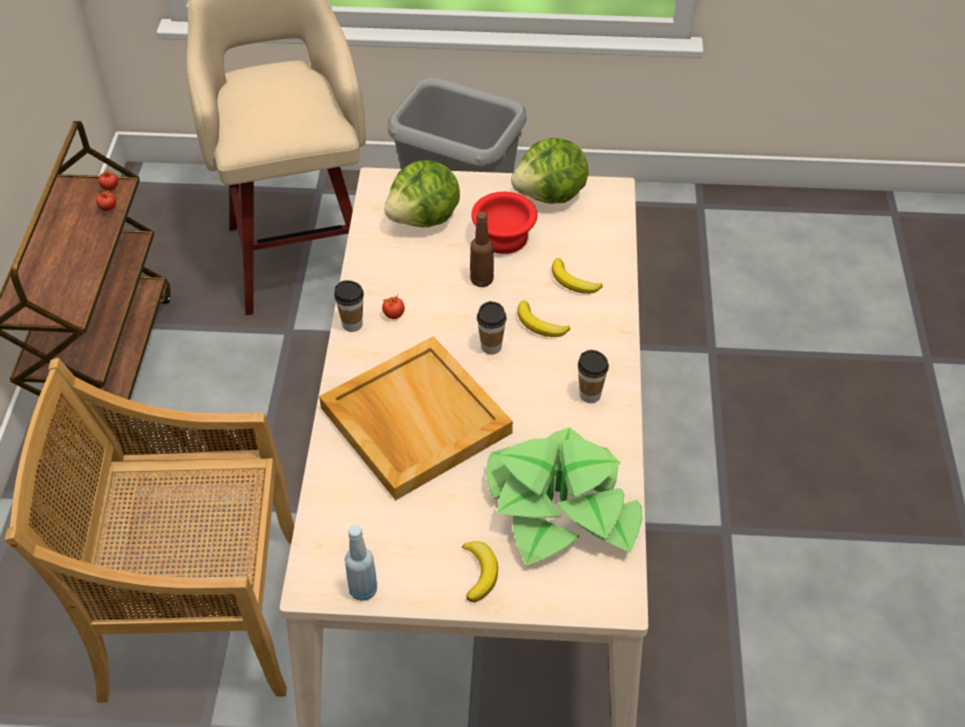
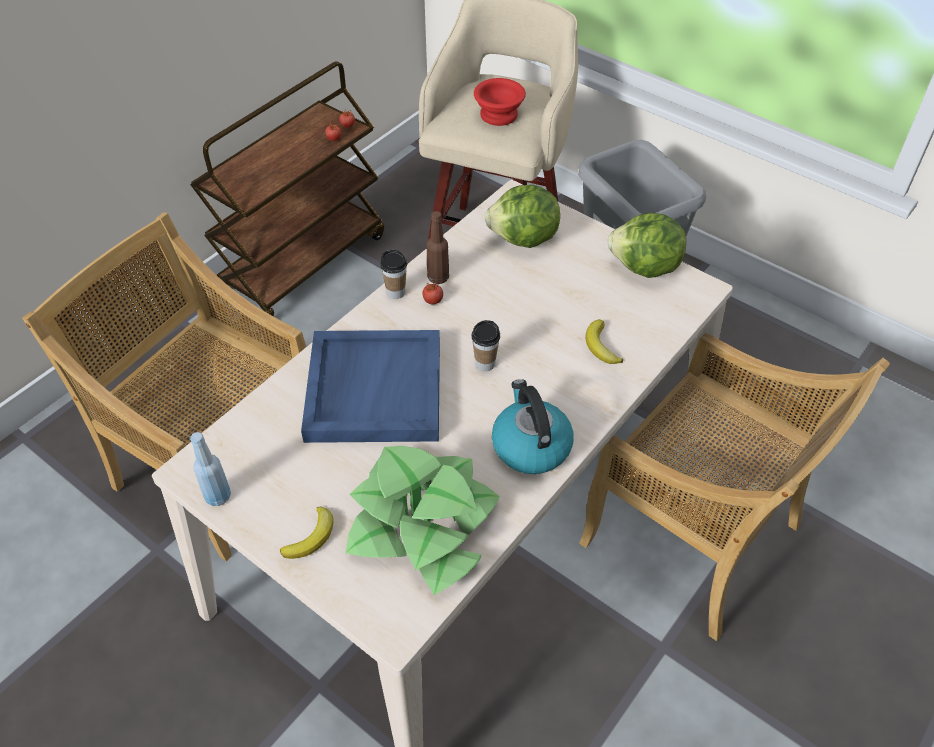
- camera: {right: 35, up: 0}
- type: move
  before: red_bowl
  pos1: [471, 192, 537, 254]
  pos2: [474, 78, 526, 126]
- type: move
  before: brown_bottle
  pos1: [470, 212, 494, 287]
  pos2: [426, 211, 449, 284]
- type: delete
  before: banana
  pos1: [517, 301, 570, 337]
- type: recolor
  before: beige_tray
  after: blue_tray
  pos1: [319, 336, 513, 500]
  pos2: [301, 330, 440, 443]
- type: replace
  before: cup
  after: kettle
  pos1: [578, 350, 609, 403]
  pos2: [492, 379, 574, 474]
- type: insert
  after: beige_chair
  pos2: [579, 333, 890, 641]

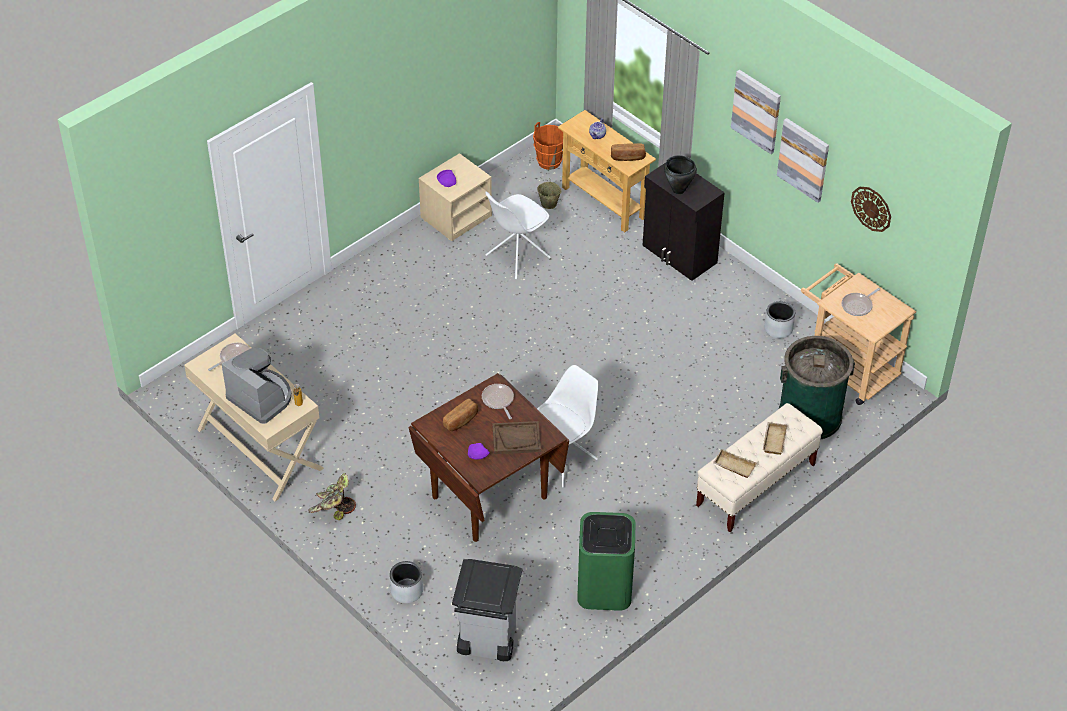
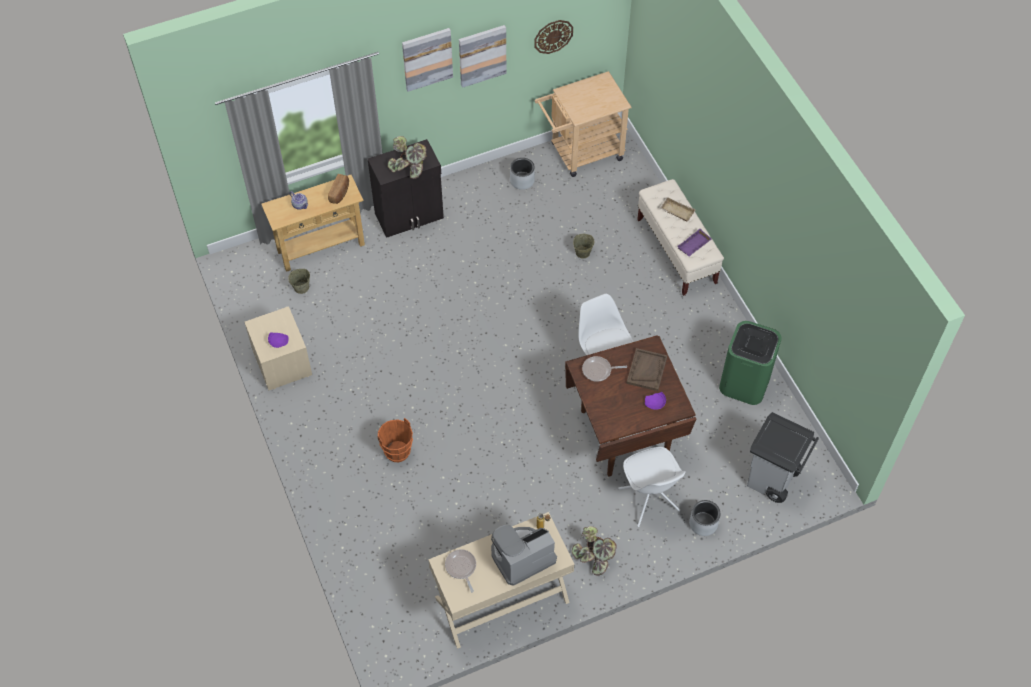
- camera: {right: -70, up: 10}
- type: move
  before: orange_bucket
  pos1: [533, 122, 563, 170]
  pos2: [378, 418, 413, 462]
- type: replace
  before: black_cooking_pot
  after: potted_plant
  pos1: [664, 155, 697, 194]
  pos2: [388, 136, 427, 179]
- type: move
  before: white_chair
  pos1: [485, 192, 550, 279]
  pos2: [618, 447, 686, 527]
- type: delete
  before: frying_pan
  pos1: [842, 288, 880, 316]
- type: delete
  before: green_trash_can
  pos1: [779, 336, 855, 439]
- type: delete
  before: bread
  pos1: [443, 399, 478, 431]
- type: recolor
  before: beige_tray
  after: purple_tray
  pos1: [713, 449, 757, 478]
  pos2: [677, 229, 711, 256]
- type: insert
  after: beige_bucket
  pos2: [573, 234, 594, 258]

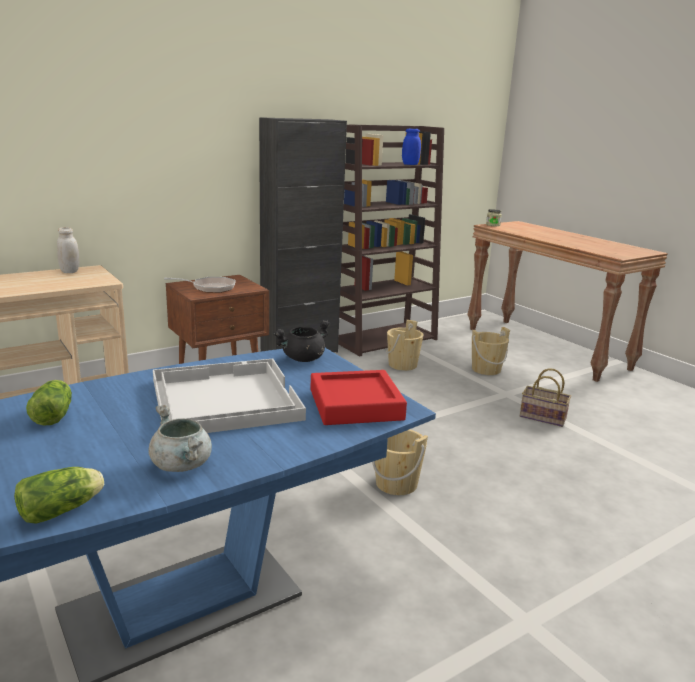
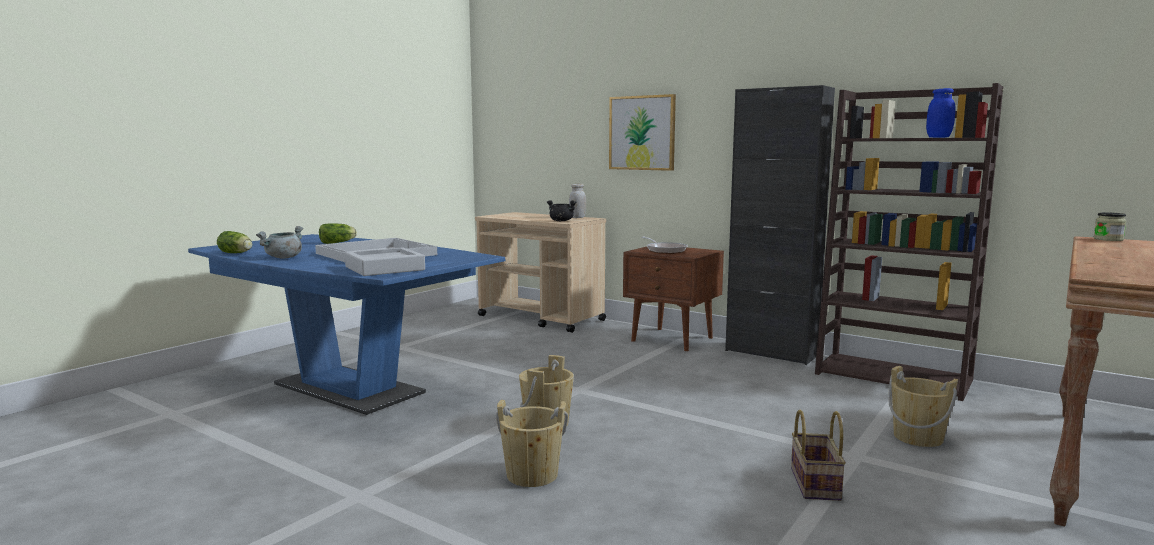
- camera: {right: 70, up: -10}
- type: move
  before: beige_bucket
  pos1: [386, 320, 424, 371]
  pos2: [496, 400, 568, 487]
- type: move
  before: black_cooking_pot
  pos1: [273, 321, 330, 362]
  pos2: [547, 200, 576, 221]
- type: recolor
  before: red_tray
  after: grey_tray
  pos1: [311, 370, 407, 425]
  pos2: [345, 248, 425, 276]
- type: insert
  after: picture
  pos2: [609, 94, 676, 171]

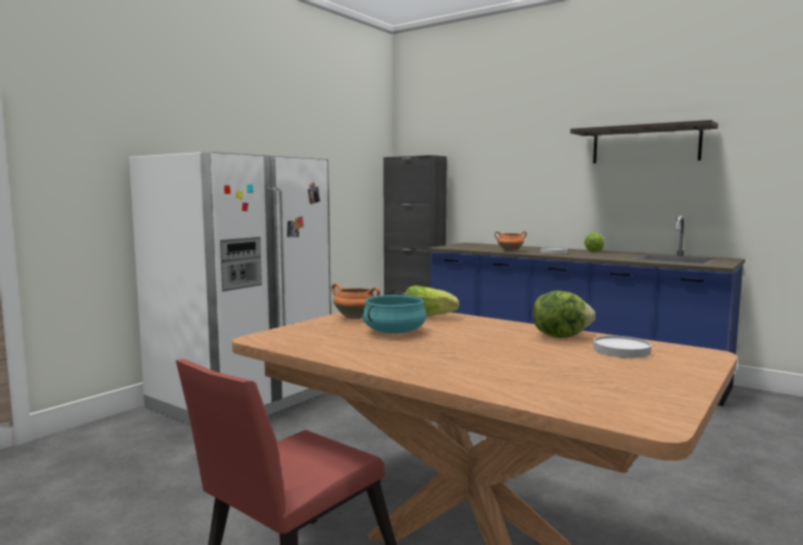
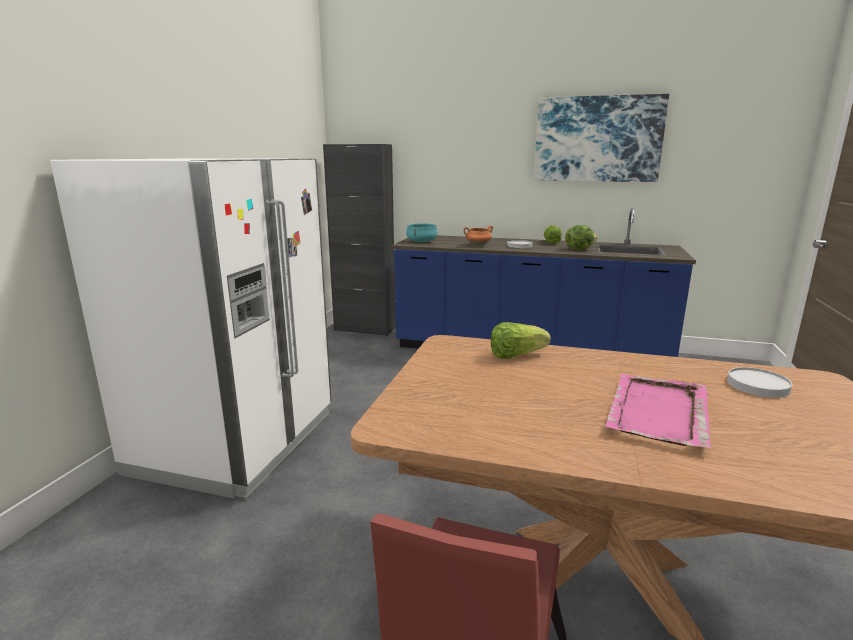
- camera: {right: -20, up: 10}
- type: replace
  before: shelf
  after: picture
  pos1: [570, 120, 718, 163]
  pos2: [534, 94, 669, 182]
- type: delete
  before: orange_cooking_pot
  pos1: [331, 283, 380, 319]
- type: move
  before: lettuce
  pos1: [533, 290, 595, 338]
  pos2: [565, 225, 597, 250]
- type: move
  before: turquoise_cooking_pot
  pos1: [363, 295, 426, 334]
  pos2: [406, 224, 438, 242]
- type: insert
  after: pink_tray
  pos2: [605, 374, 711, 449]

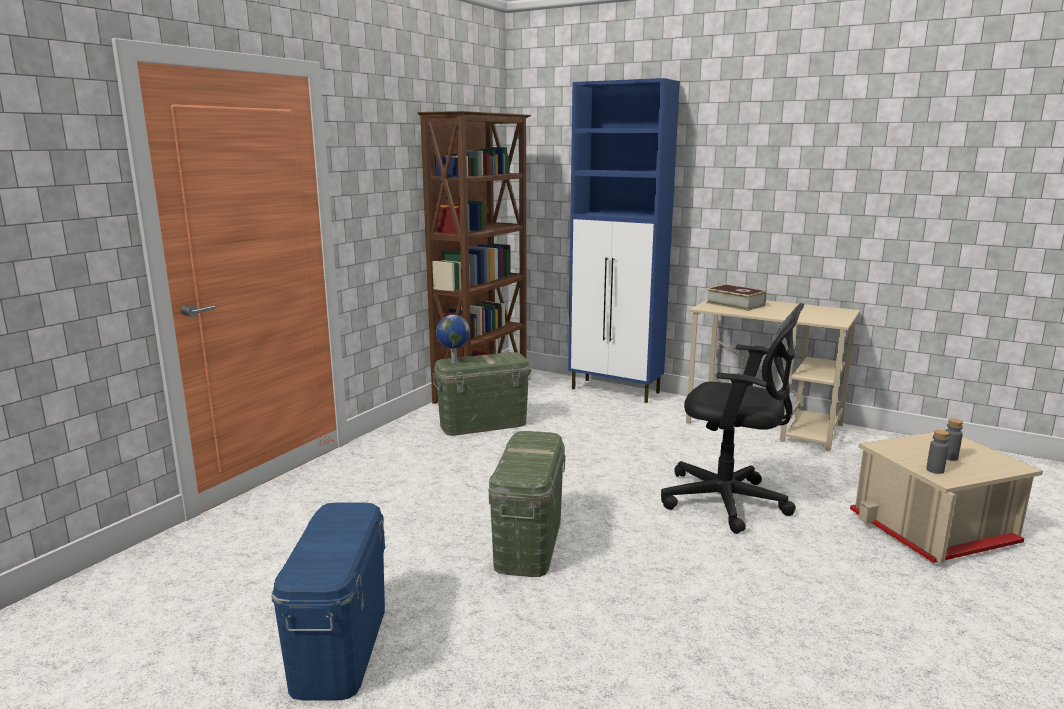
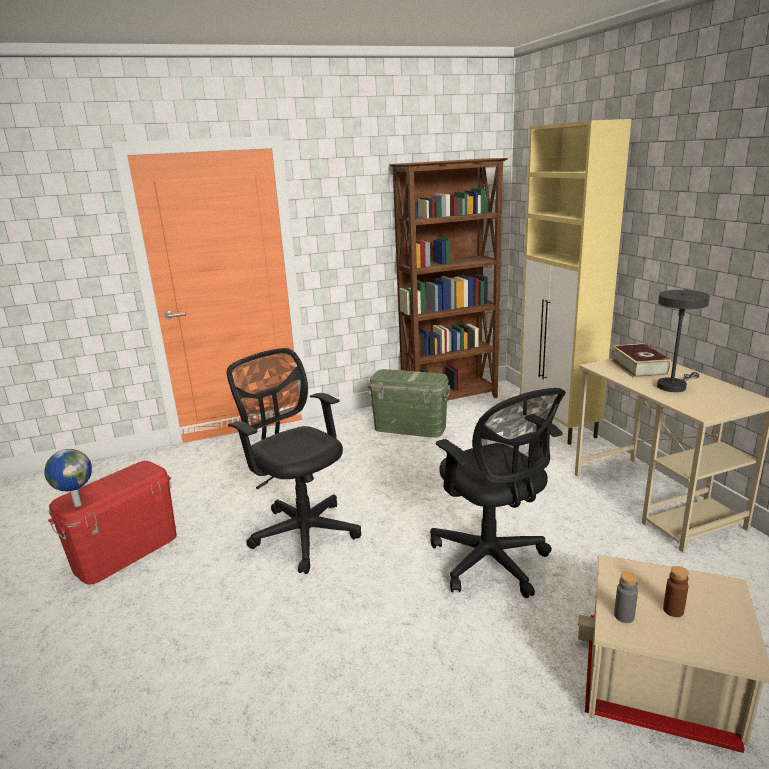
- camera: {right: 40, up: 5}
- type: recolor
  before: blue_cabinet
  after: beige_cabinet
  pos1: [568, 78, 680, 403]
  pos2: [520, 119, 631, 445]
- type: move
  before: globe
  pos1: [436, 315, 470, 364]
  pos2: [44, 449, 92, 507]
- type: recolor
  before: grey_bottle
  after: brown_bottle
  pos1: [945, 418, 963, 461]
  pos2: [663, 566, 689, 617]
- type: replace
  before: green_storage_box
  after: black_office_chair
  pos1: [488, 431, 565, 577]
  pos2: [227, 348, 361, 574]
- type: recolor
  before: blue_storage_box
  after: red_storage_box
  pos1: [271, 502, 385, 701]
  pos2: [48, 461, 177, 585]
- type: insert
  after: grey_table_lamp
  pos2: [657, 290, 710, 392]

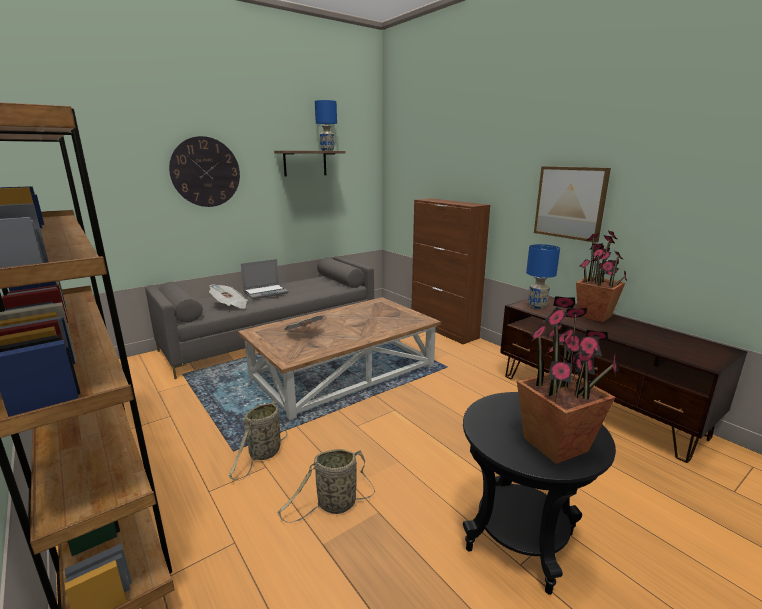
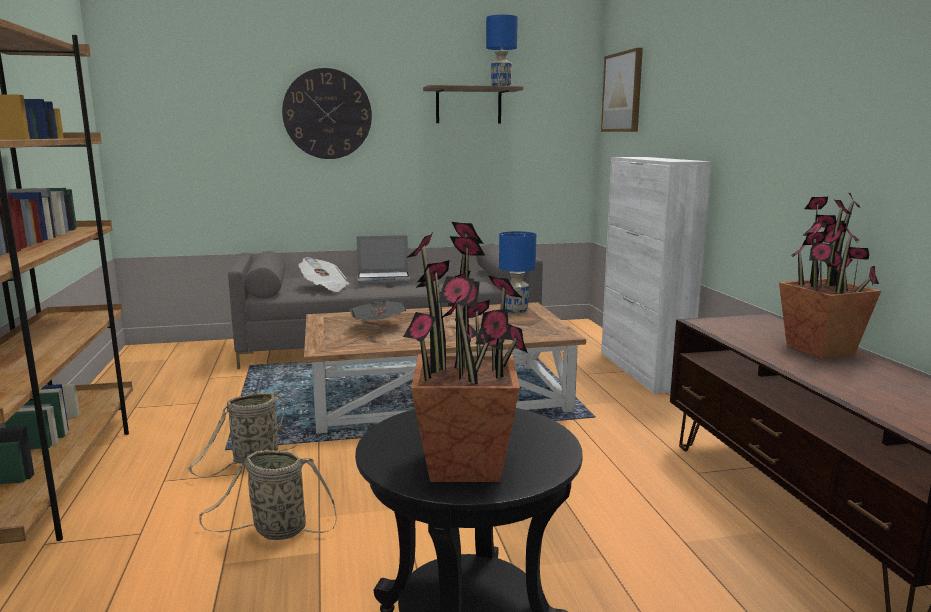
- camera: {right: 25, up: -5}
- type: move
  before: picture
  pos1: [534, 166, 611, 243]
  pos2: [601, 48, 643, 132]
- type: recolor
  before: brown_cabinet
  after: white_cabinet
  pos1: [412, 198, 490, 344]
  pos2: [601, 157, 711, 394]
- type: move
  before: blue_table_lamp
  pos1: [526, 244, 560, 309]
  pos2: [499, 231, 536, 313]

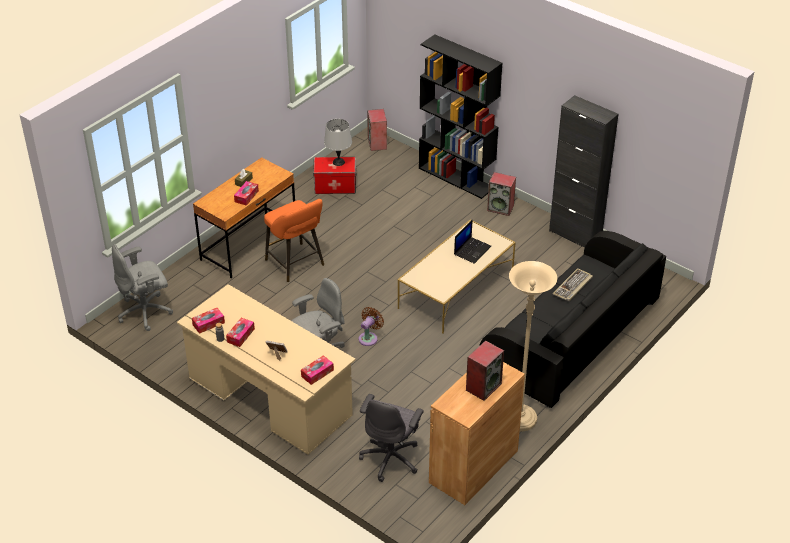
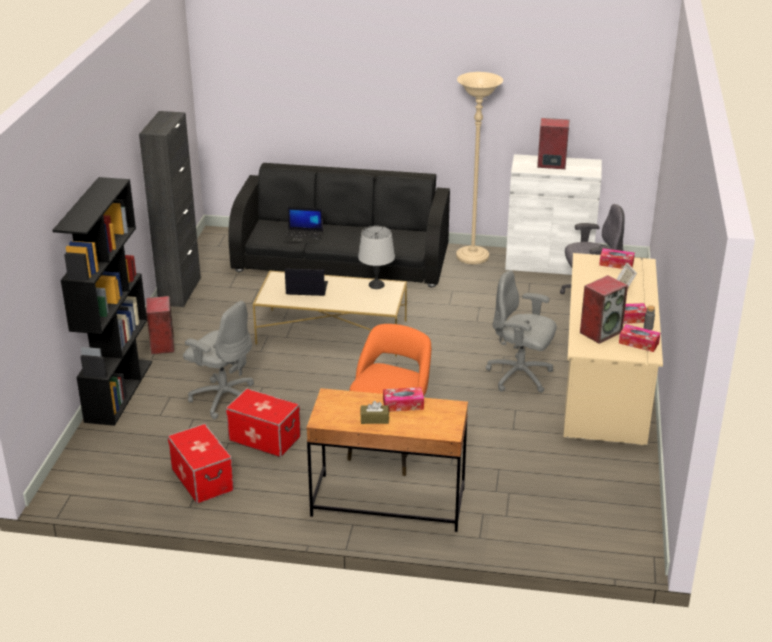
- camera: {right: -120, up: -10}
- type: move
  before: speaker
  pos1: [367, 109, 387, 151]
  pos2: [580, 275, 628, 344]
- type: move
  before: grey_table_lamp
  pos1: [324, 119, 352, 166]
  pos2: [358, 226, 395, 289]
- type: move
  before: grey_office_chair
  pos1: [112, 244, 173, 331]
  pos2: [183, 301, 254, 419]
- type: replace
  before: keyboard
  after: laptop
  pos1: [553, 268, 593, 301]
  pos2: [284, 207, 323, 244]
- type: delete
  before: brown_fan
  pos1: [359, 307, 384, 346]
- type: recolor
  before: brown_cabinet
  after: white_cabinet
  pos1: [429, 362, 525, 505]
  pos2: [505, 154, 602, 275]
- type: insert
  after: storage_box
  pos2: [225, 388, 301, 457]

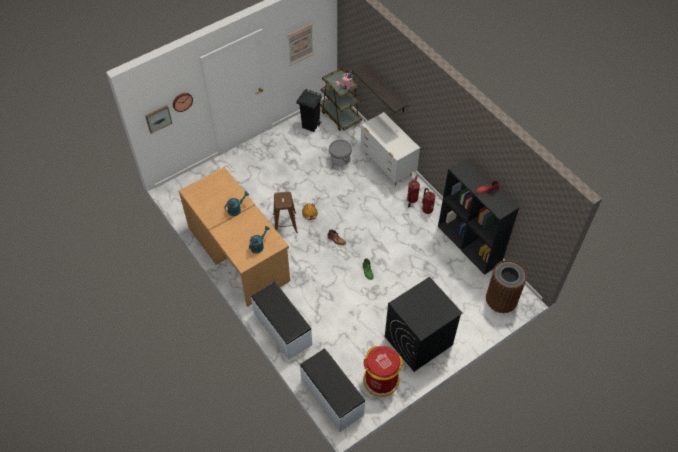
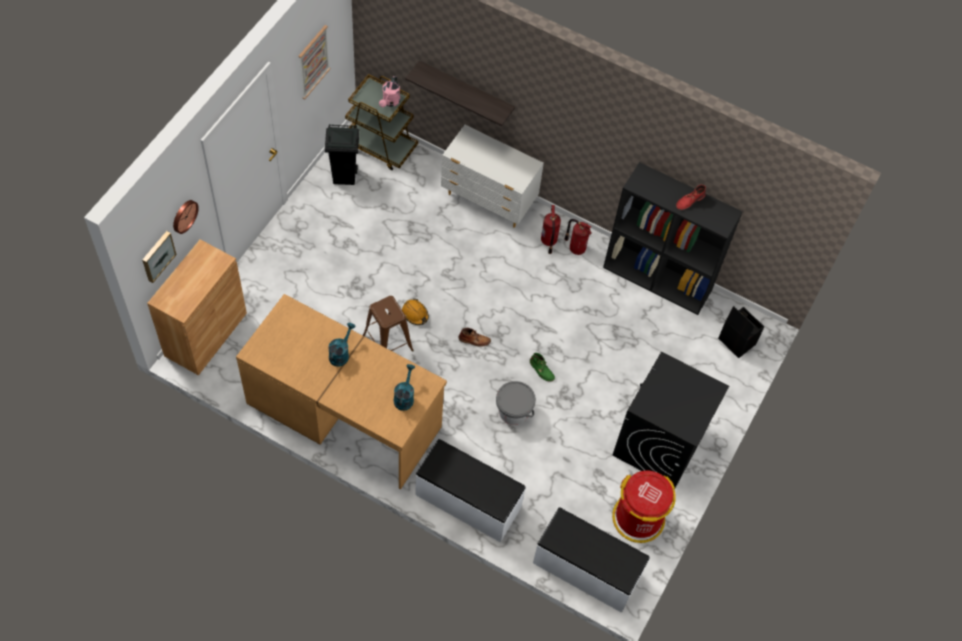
- camera: {right: -30, up: 5}
- type: move
  before: grey_bucket
  pos1: [329, 140, 352, 166]
  pos2: [496, 381, 536, 425]
- type: replace
  before: brown_trash_can
  after: black_storage_box
  pos1: [486, 260, 527, 313]
  pos2: [718, 306, 764, 358]
- type: insert
  after: brown_cabinet
  pos2: [147, 239, 247, 375]

